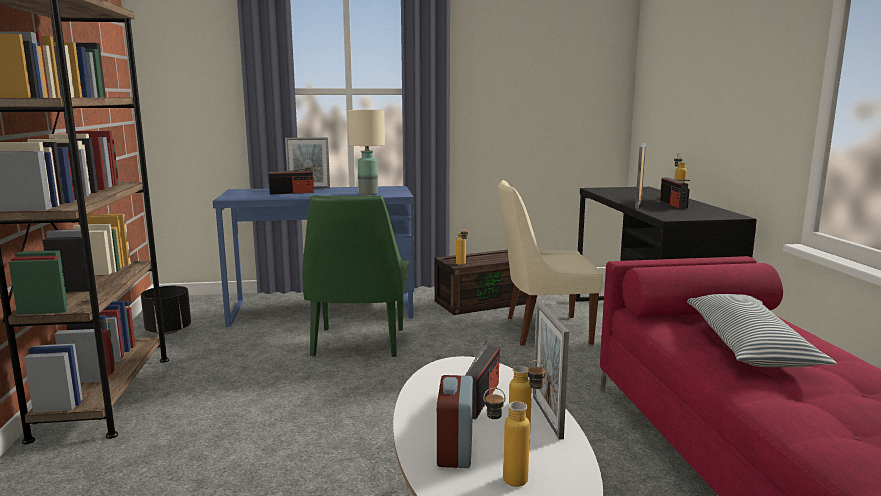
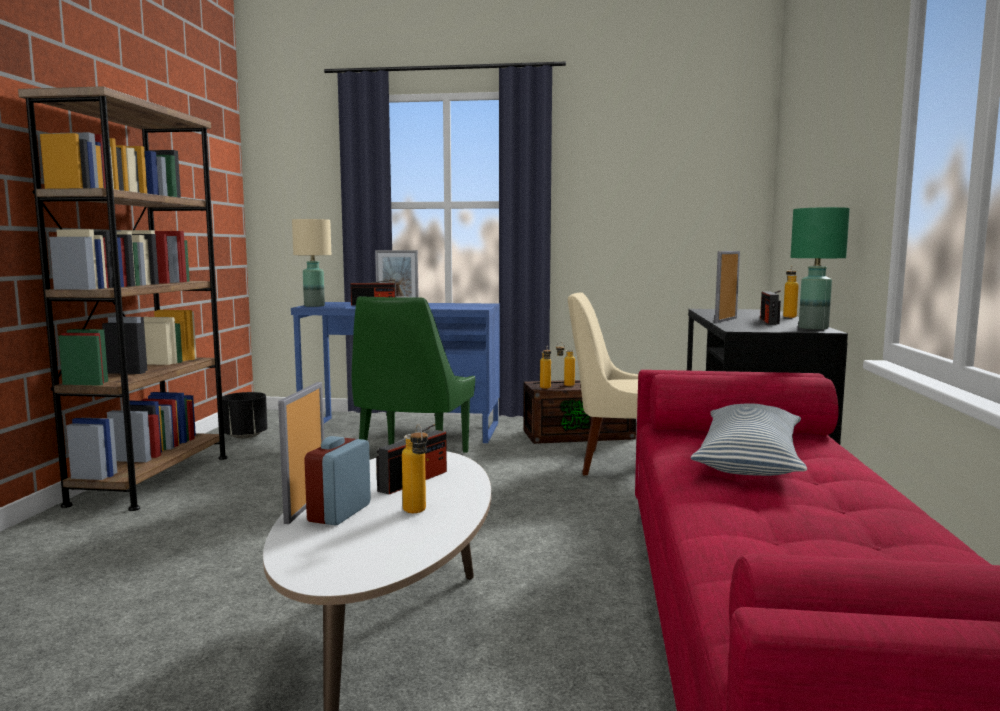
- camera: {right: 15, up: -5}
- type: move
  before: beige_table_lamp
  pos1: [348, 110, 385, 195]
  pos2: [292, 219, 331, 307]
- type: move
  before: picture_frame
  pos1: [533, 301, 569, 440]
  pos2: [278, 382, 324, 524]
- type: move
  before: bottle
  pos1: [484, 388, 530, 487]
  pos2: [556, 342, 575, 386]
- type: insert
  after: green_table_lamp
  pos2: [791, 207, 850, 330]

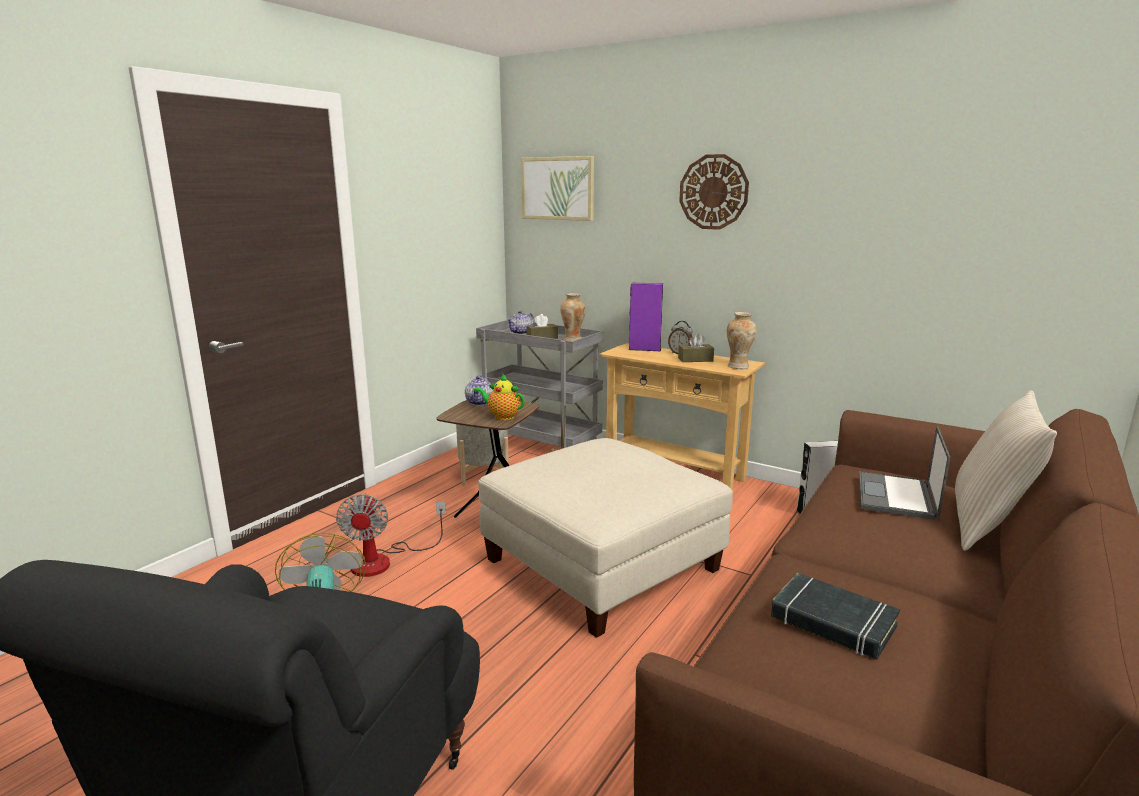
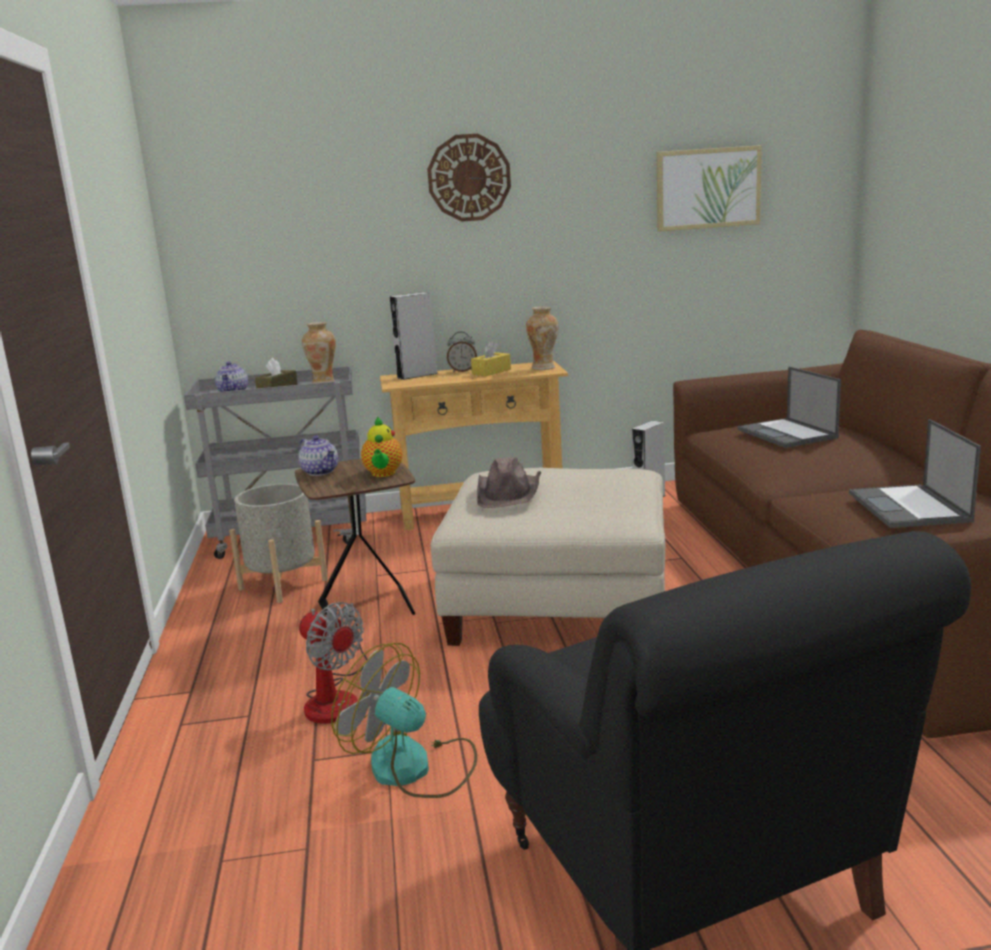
- camera: {right: -40, up: 0}
- type: move
  before: picture
  pos1: [521, 156, 594, 221]
  pos2: [657, 145, 762, 232]
- type: recolor
  before: purple_speaker
  after: grey_speaker
  pos1: [629, 283, 663, 351]
  pos2: [390, 292, 437, 380]
- type: recolor
  before: brown_tissue_box
  after: yellow_tissue_box
  pos1: [678, 333, 714, 362]
  pos2: [471, 341, 511, 376]
- type: rotate
  before: teapot
  pos1: [474, 373, 525, 420]
  pos2: [361, 416, 402, 477]
  turn: -75
- type: delete
  before: beige_pillow
  pos1: [955, 390, 1057, 551]
- type: replace
  before: black_book
  after: laptop
  pos1: [771, 573, 900, 659]
  pos2: [849, 419, 981, 528]
- type: insert
  after: brown_hat
  pos2: [477, 457, 541, 508]

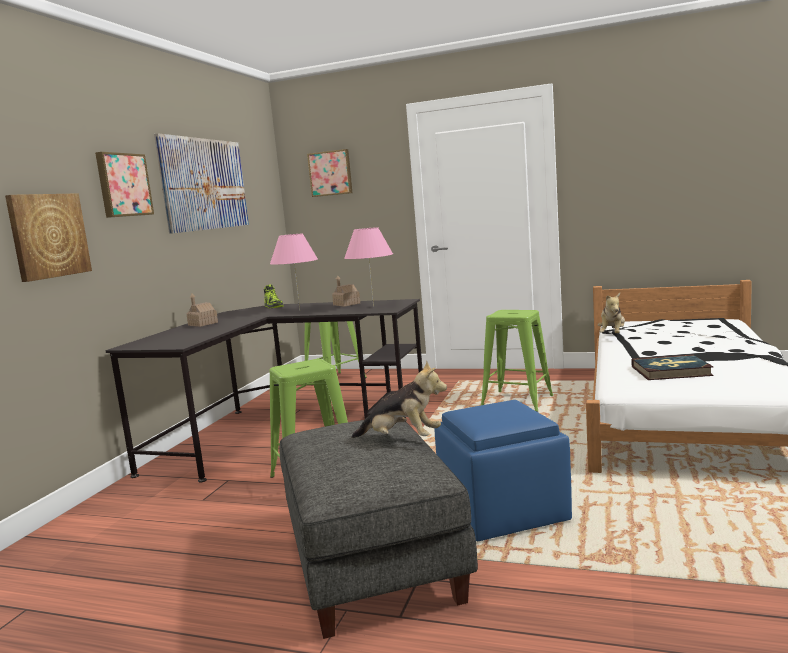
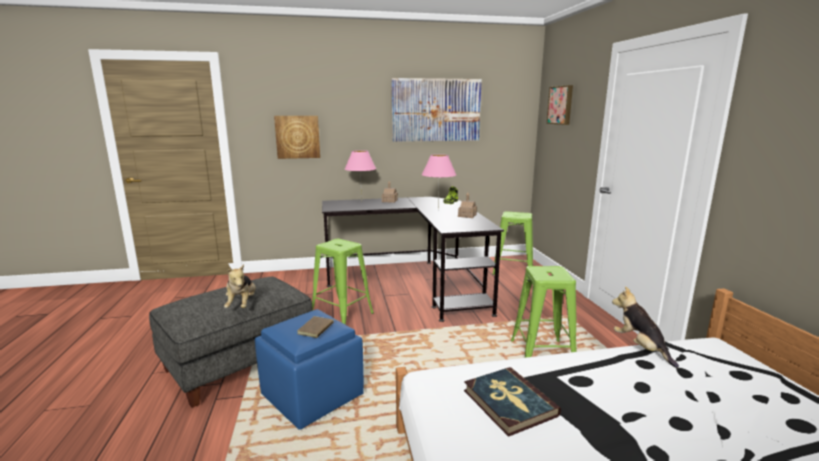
- camera: {right: 60, up: 5}
- type: delete
  before: picture
  pos1: [95, 152, 154, 218]
- type: move
  before: pink_table_lamp
  pos1: [344, 227, 393, 307]
  pos2: [345, 150, 376, 202]
- type: rotate
  before: plush_toy
  pos1: [598, 293, 625, 333]
  pos2: [612, 286, 679, 368]
  turn: 75
- type: insert
  after: brown_book
  pos2: [297, 316, 340, 338]

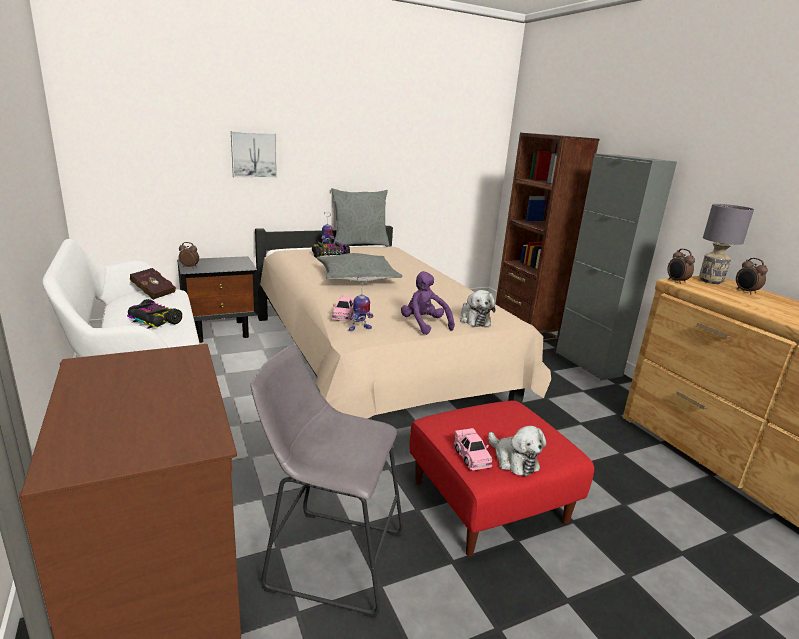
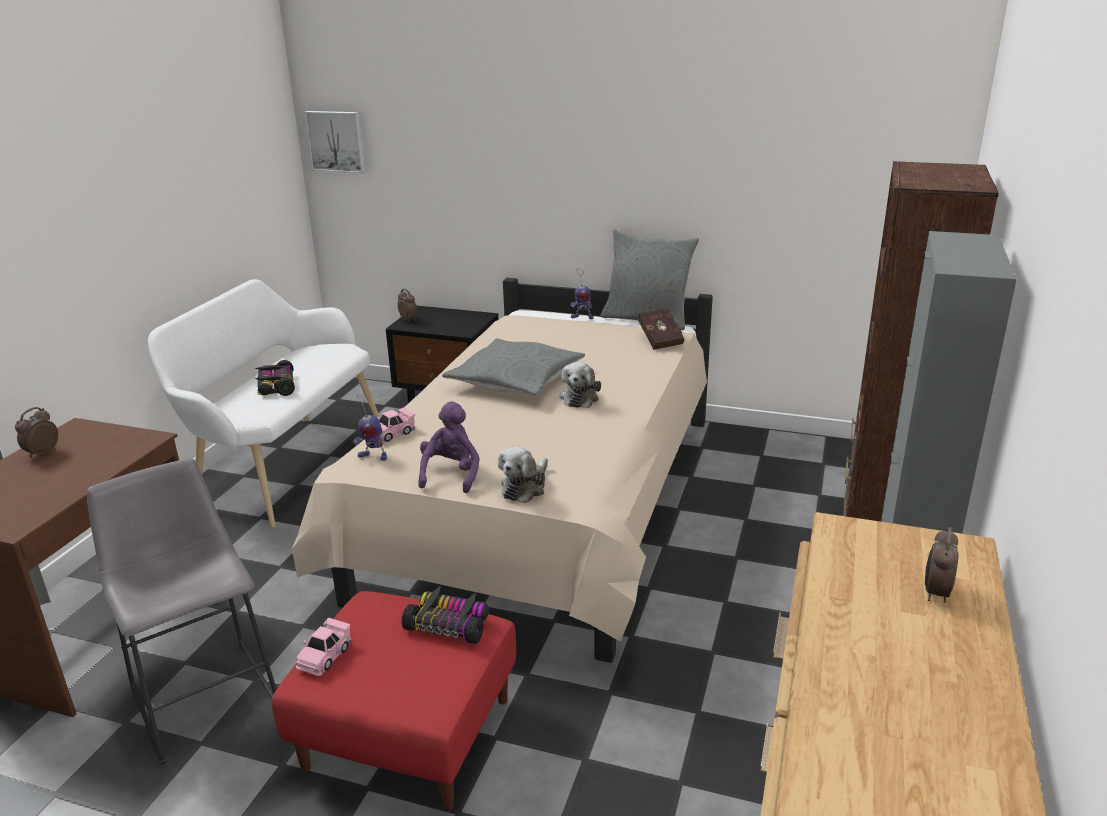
- camera: {right: 45, up: 5}
- type: move
  before: picture
  pos1: [231, 131, 277, 178]
  pos2: [304, 111, 366, 173]
- type: delete
  before: grey_table_lamp
  pos1: [699, 204, 754, 284]
- type: move
  before: toy_car
  pos1: [312, 241, 350, 258]
  pos2: [402, 585, 489, 644]
- type: move
  before: alarm_clock
  pos1: [667, 249, 695, 284]
  pos2: [15, 407, 58, 458]
- type: move
  before: red_book
  pos1: [130, 268, 176, 300]
  pos2: [637, 308, 684, 350]
- type: move
  before: plush_toy
  pos1: [488, 426, 546, 476]
  pos2: [559, 362, 601, 408]

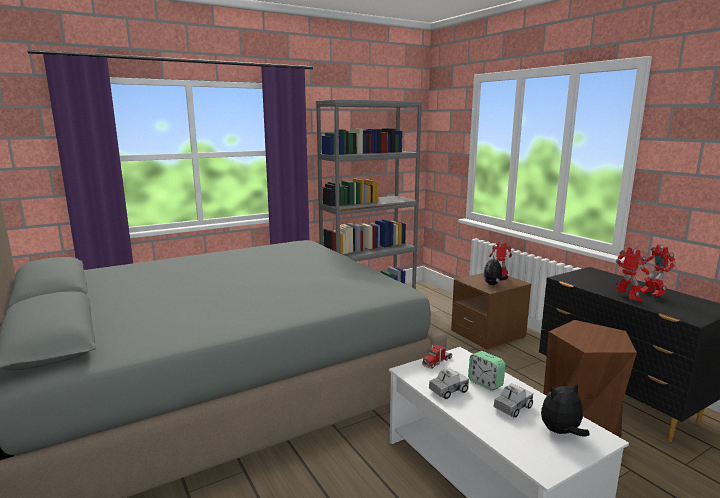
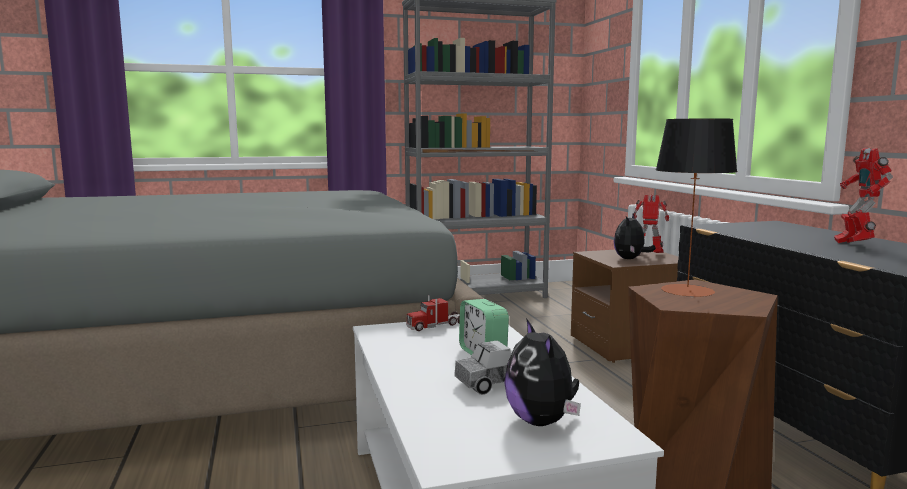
- camera: {right: 15, up: -5}
- type: delete
  before: toy_robot
  pos1: [615, 247, 649, 302]
- type: delete
  before: toy_truck
  pos1: [429, 368, 469, 399]
- type: rotate
  before: plush_toy
  pos1: [541, 382, 590, 437]
  pos2: [504, 318, 581, 426]
  turn: -105
- type: insert
  after: table_lamp
  pos2: [656, 118, 738, 297]

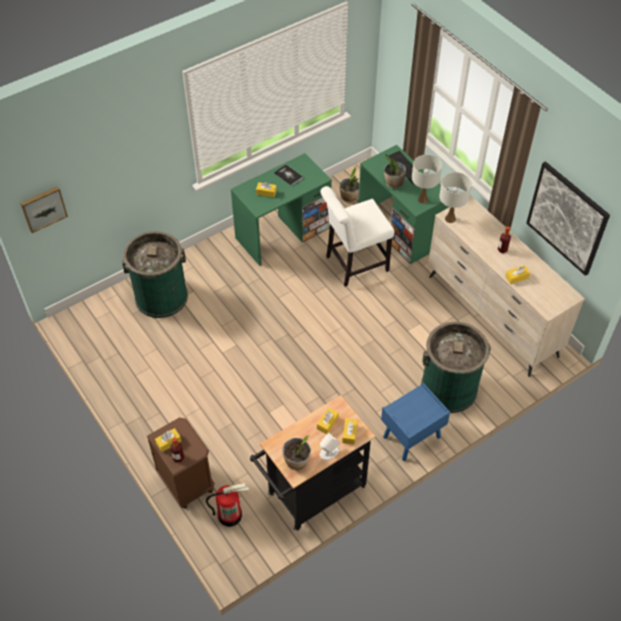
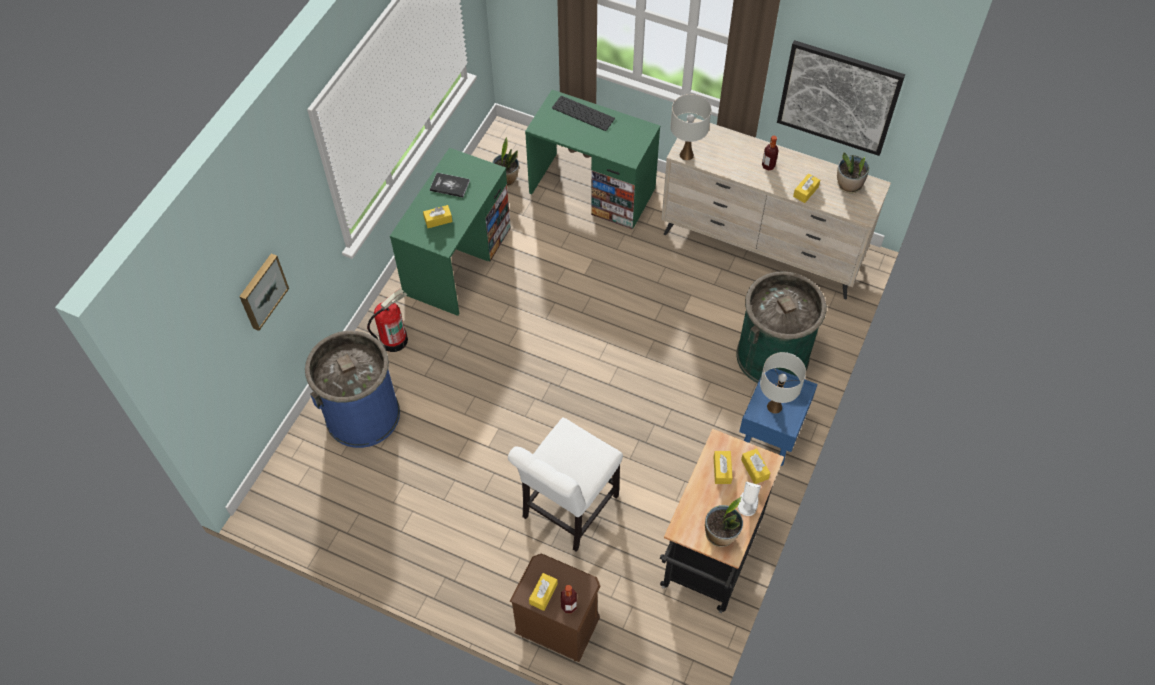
- camera: {right: -30, up: 5}
- type: move
  before: potted_plant
  pos1: [384, 154, 406, 189]
  pos2: [837, 152, 869, 193]
- type: move
  before: white_table_lamp
  pos1: [412, 155, 442, 204]
  pos2: [760, 352, 806, 414]
- type: move
  before: picture
  pos1: [20, 186, 68, 233]
  pos2: [239, 253, 289, 331]
- type: move
  before: white_chair
  pos1: [320, 186, 395, 287]
  pos2: [508, 417, 623, 552]
- type: recolor
  before: green_trash_can
  after: blue_trash_can
  pos1: [122, 231, 188, 318]
  pos2: [305, 331, 400, 448]
- type: move
  before: fire_extinguisher
  pos1: [206, 483, 249, 527]
  pos2: [367, 288, 408, 352]

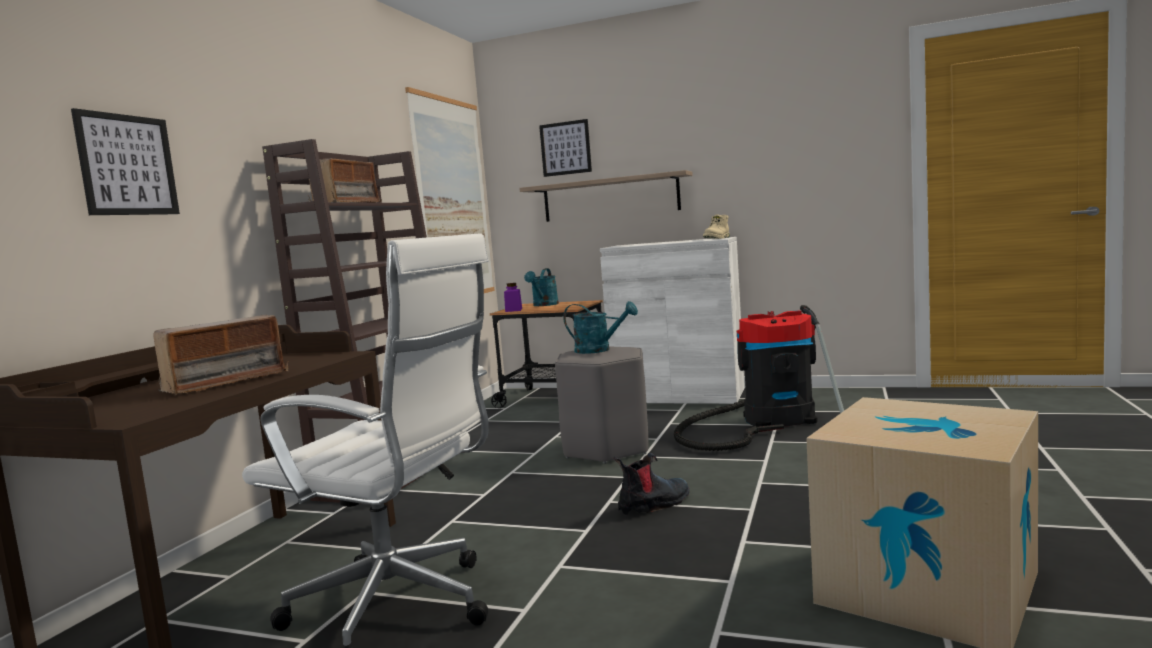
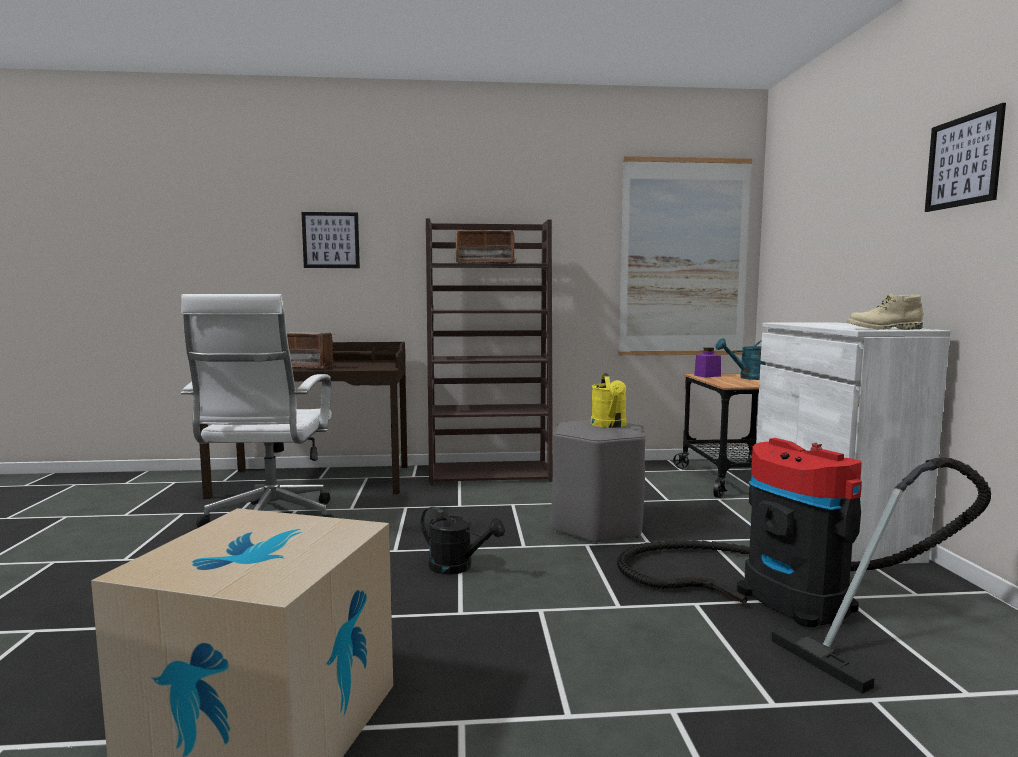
- camera: {right: 65, up: 0}
- type: move
  before: picture
  pos1: [539, 119, 592, 177]
  pos2: [925, 103, 1006, 212]
- type: delete
  before: shelf
  pos1: [519, 170, 693, 222]
- type: recolor
  before: turquoise_watering_can
  after: yellow_watering_can
  pos1: [563, 301, 638, 354]
  pos2: [591, 373, 627, 428]
- type: replace
  before: boot
  after: black_watering_can
  pos1: [613, 453, 689, 516]
  pos2: [421, 507, 505, 575]

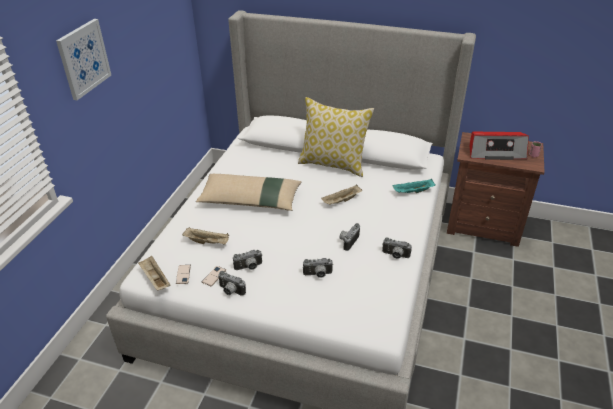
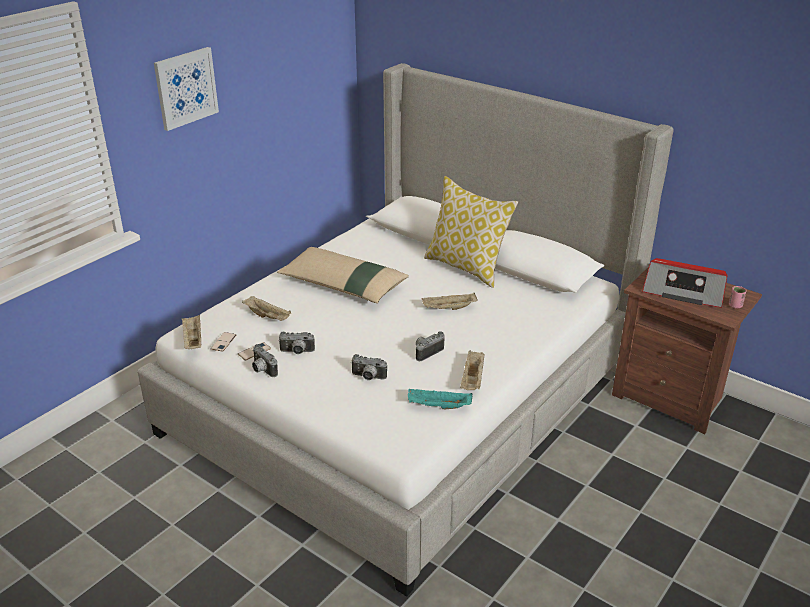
- camera: {right: 20, up: -5}
- type: move
  before: turquoise_tray
  pos1: [393, 179, 435, 193]
  pos2: [408, 389, 472, 409]
- type: replace
  before: photo_camera
  after: beige_tray
  pos1: [382, 237, 412, 259]
  pos2: [460, 350, 485, 390]

